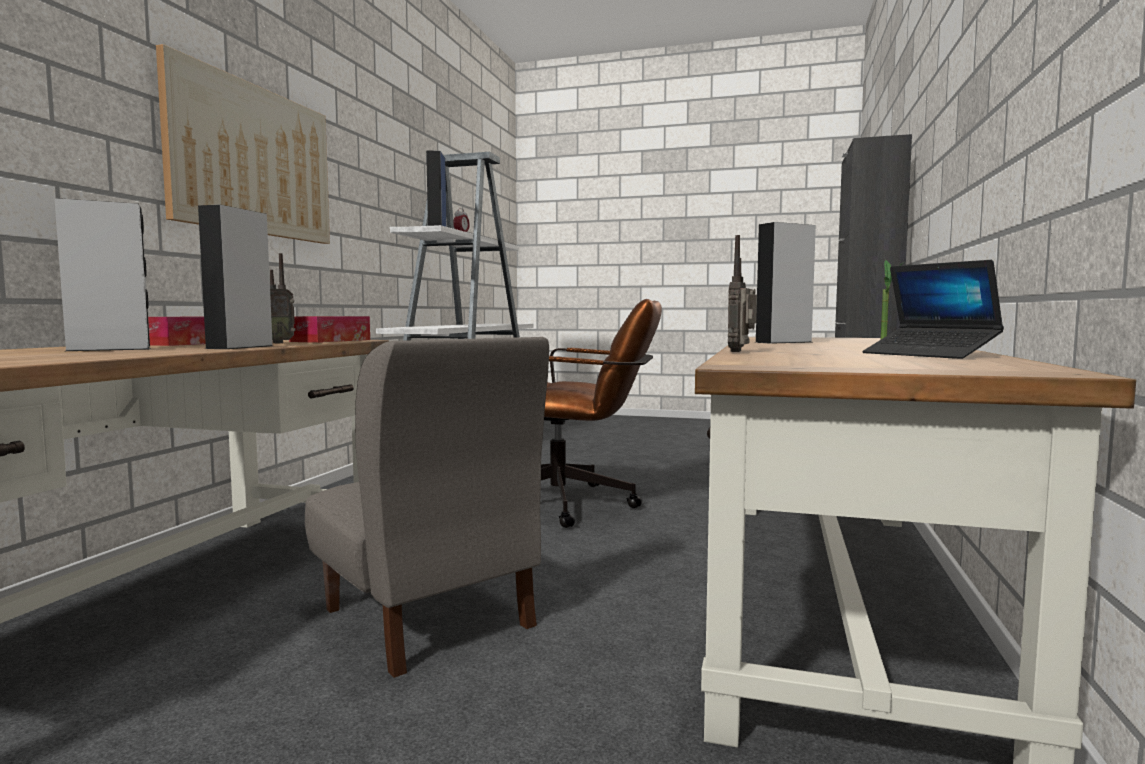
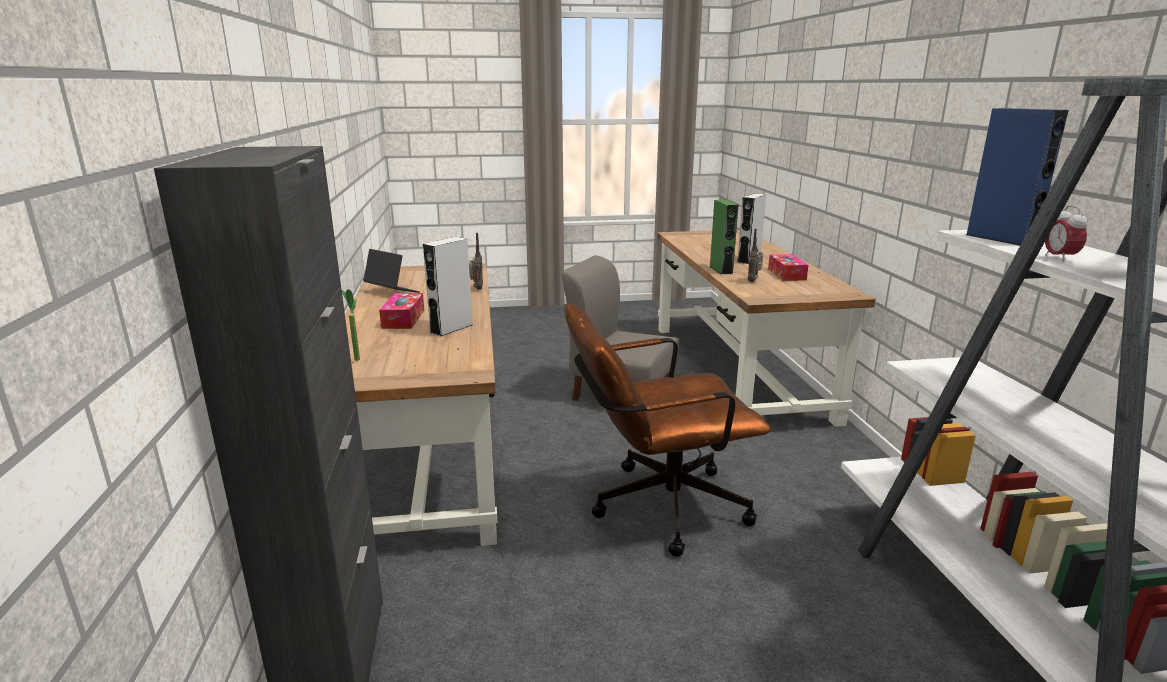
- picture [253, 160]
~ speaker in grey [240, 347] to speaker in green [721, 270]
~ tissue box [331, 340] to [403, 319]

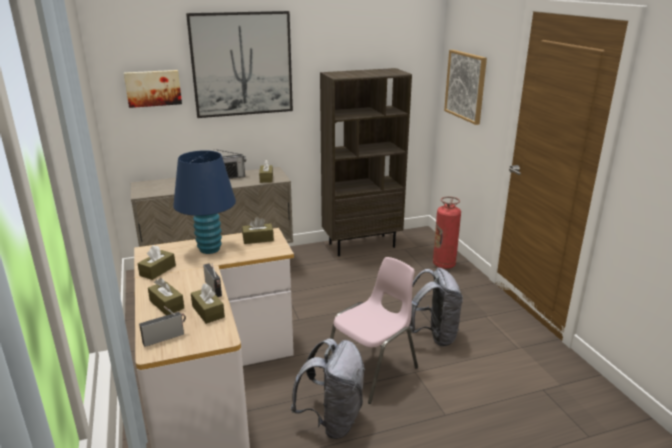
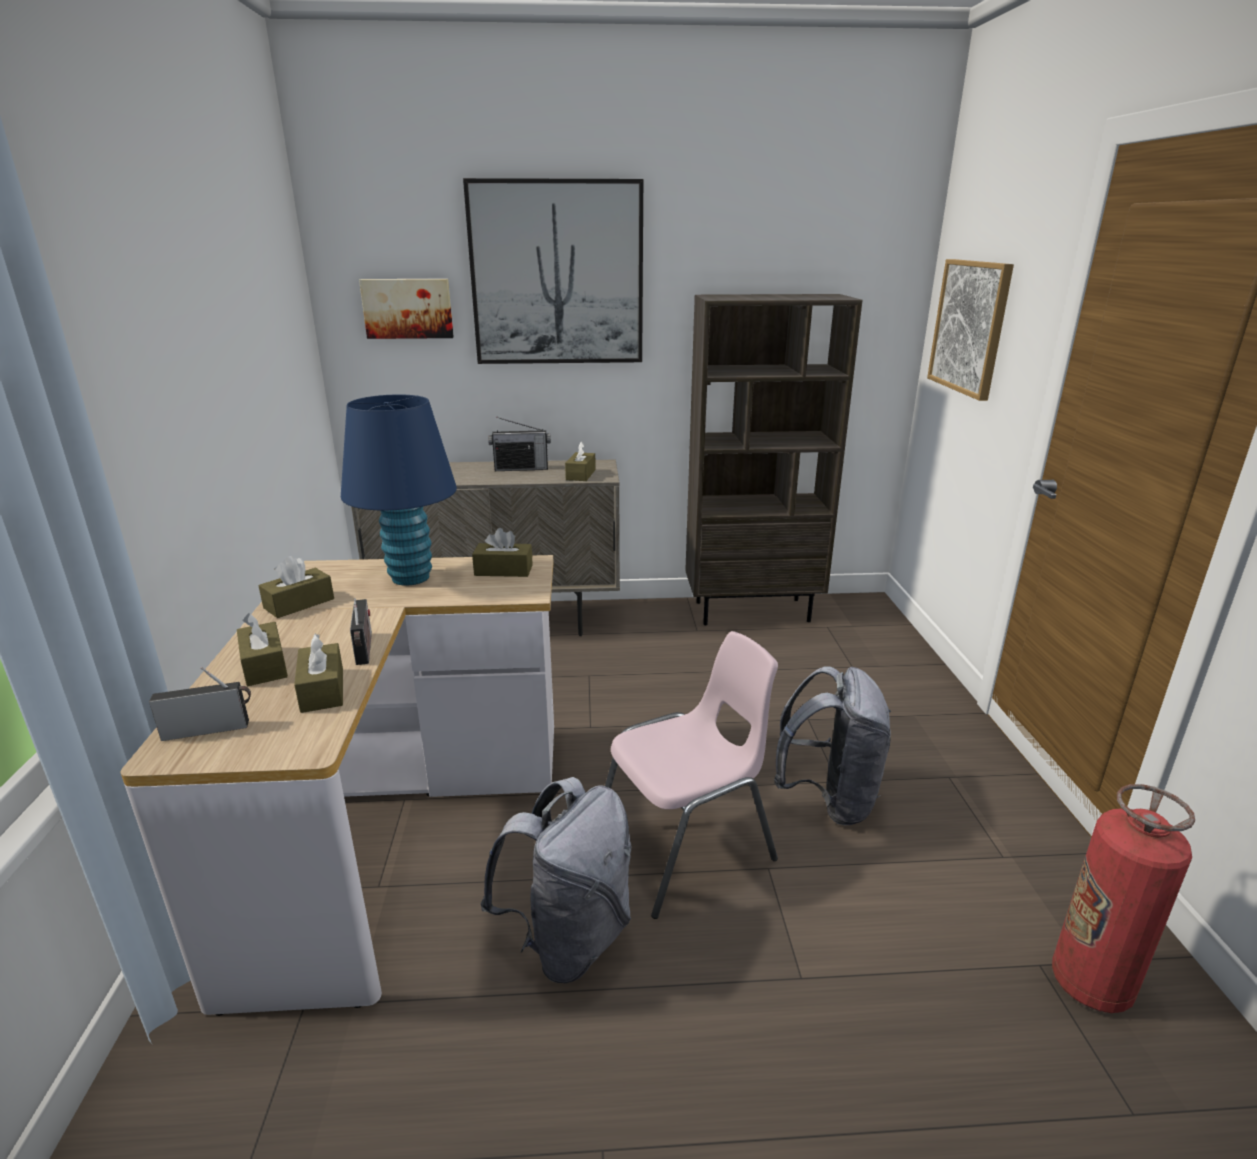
~ fire extinguisher [444, 264] to [1091, 984]

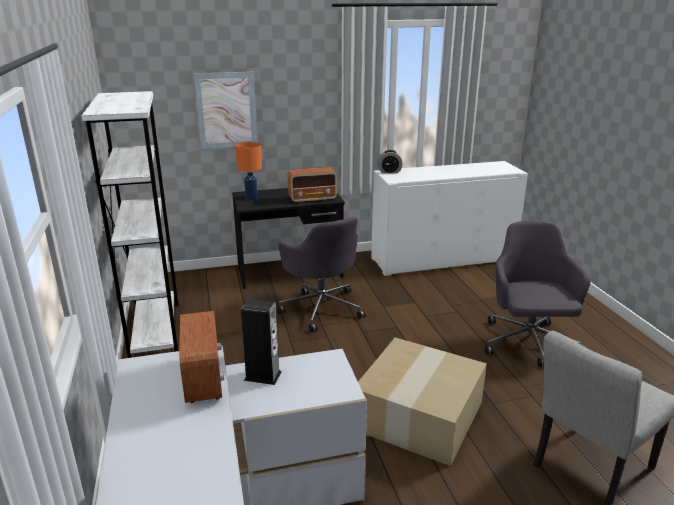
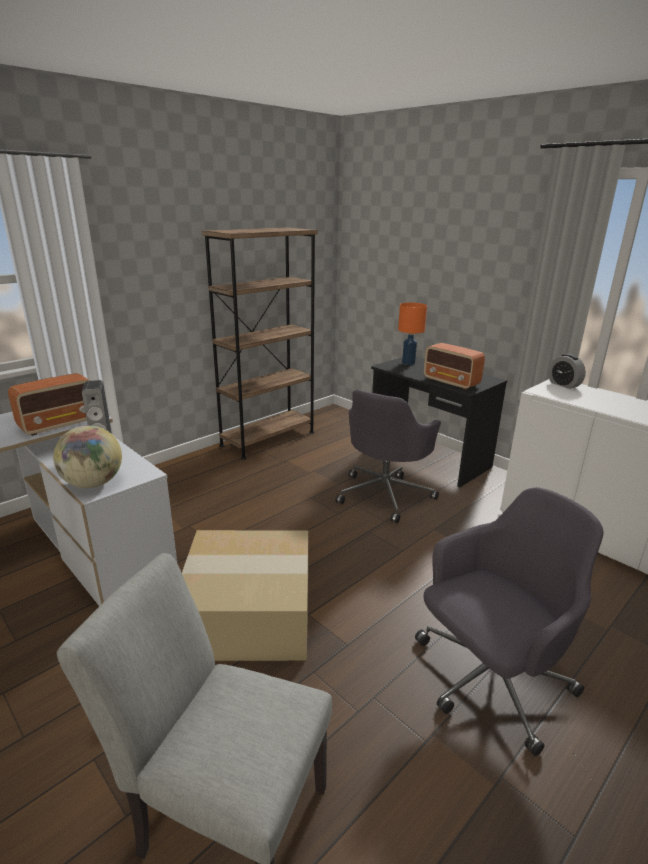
- picture [226, 110]
~ bookcase in white [155, 331] to bookcase in brown [268, 439]
+ globe [93, 484]

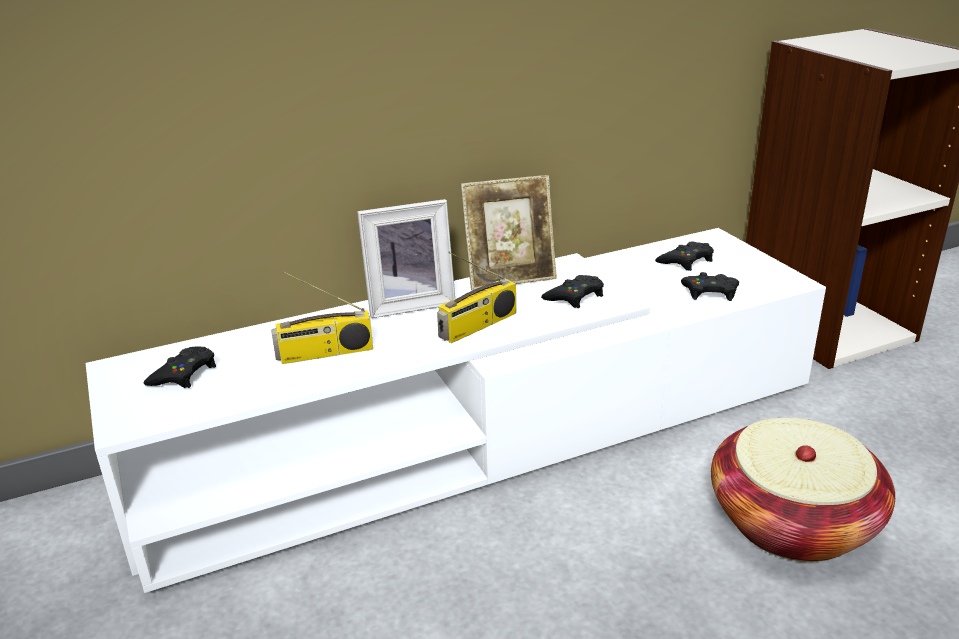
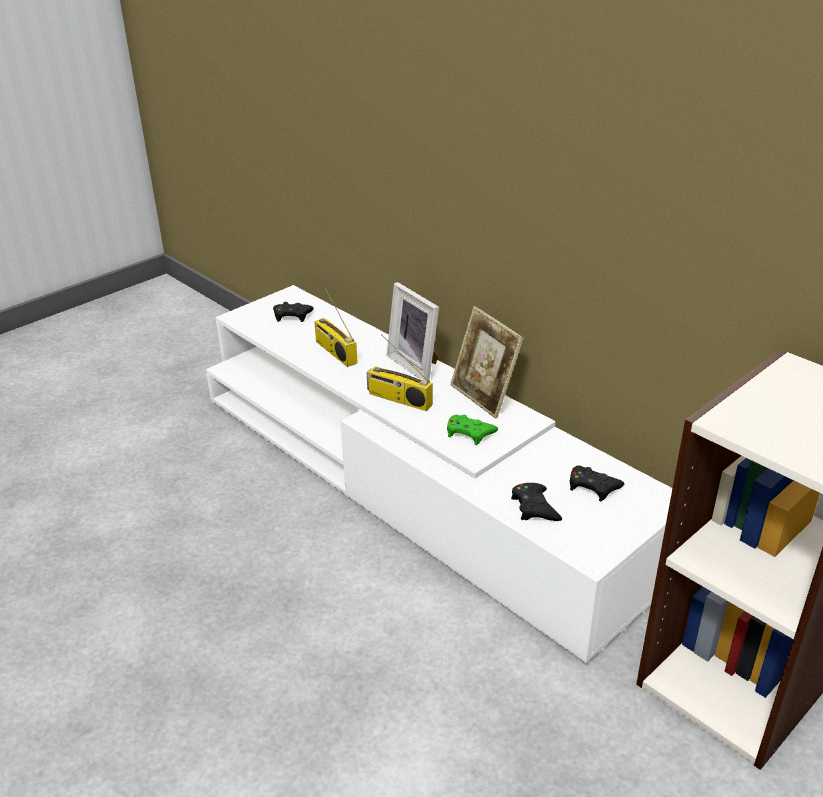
~ game controller in black [575, 297] to game controller in green [469, 433]
- basket [792, 522]

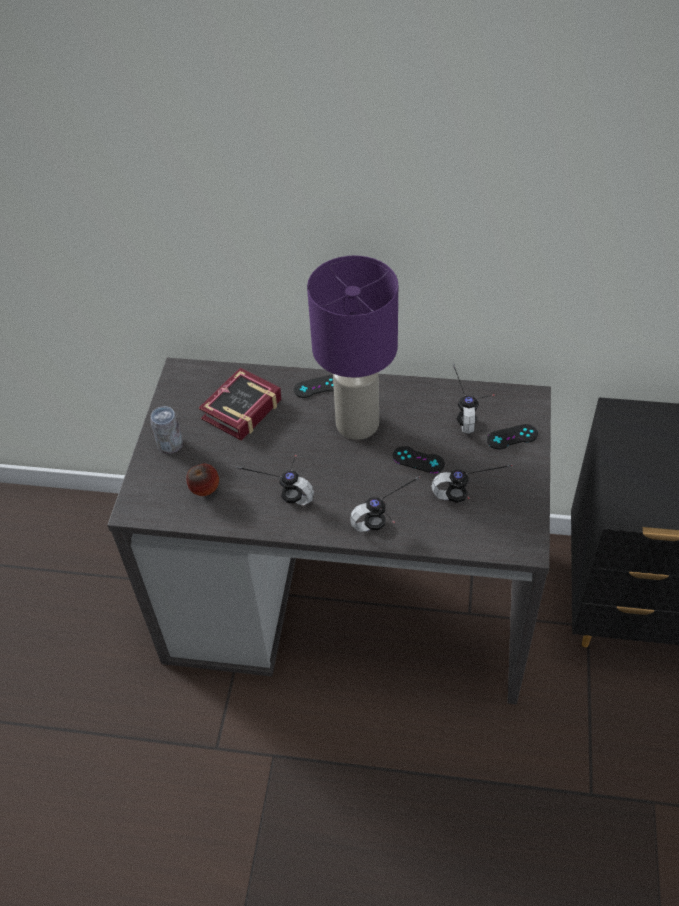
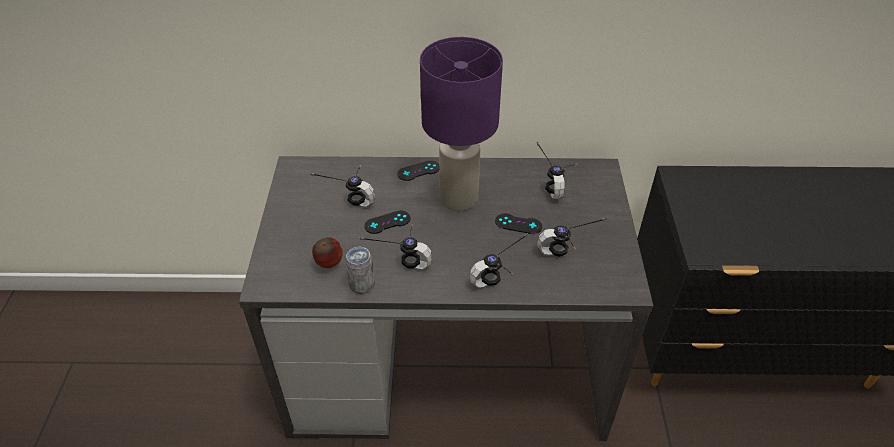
~ book [238, 410] to headphones [350, 195]
~ can [170, 444] to [362, 285]
~ game controller in black [512, 437] to [387, 222]

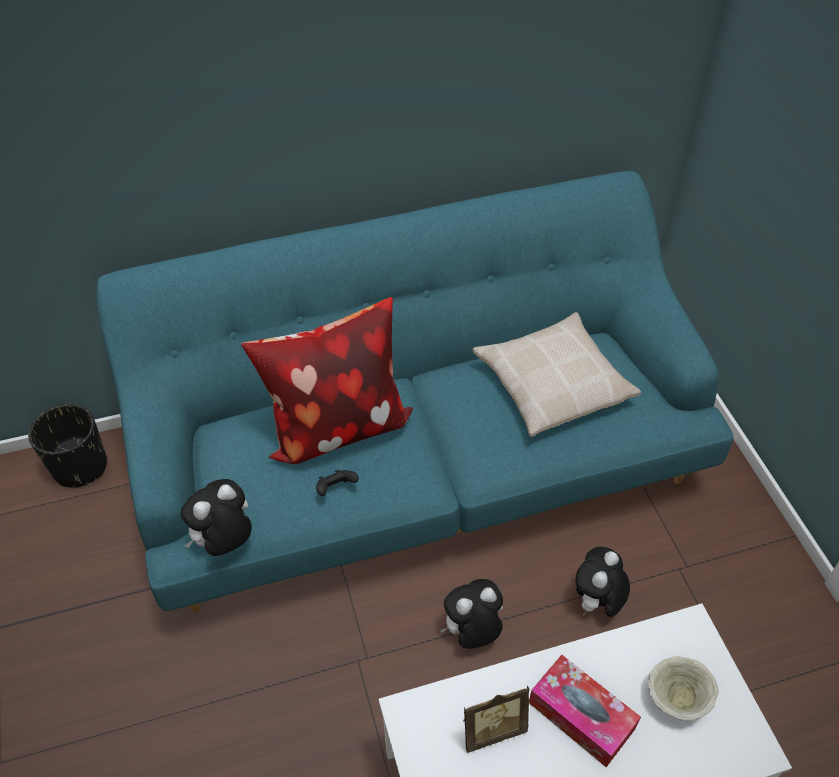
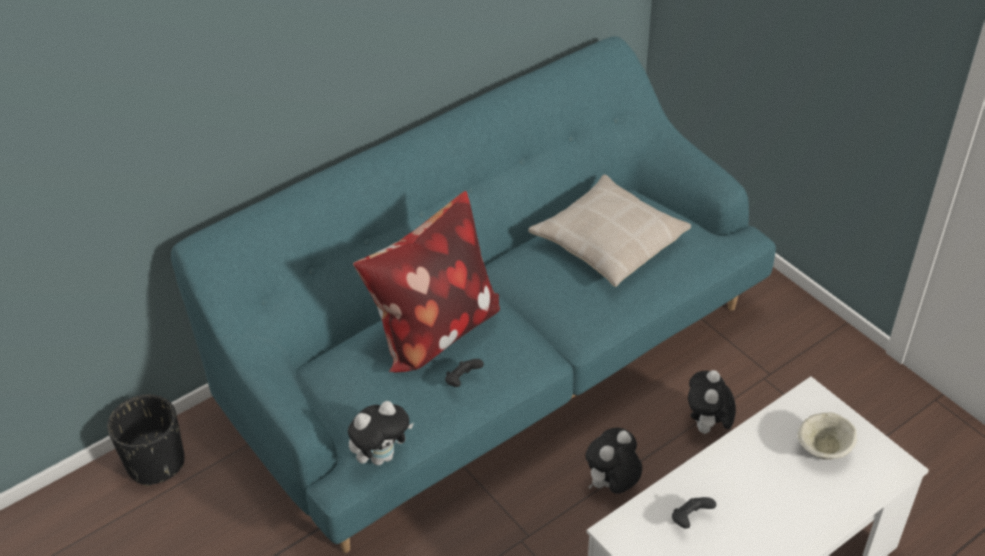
~ plush toy [225, 542] = [381, 456] 150 degrees counterclockwise
- tissue box [581, 715]
~ picture frame [491, 728] to game controller in black [690, 519]

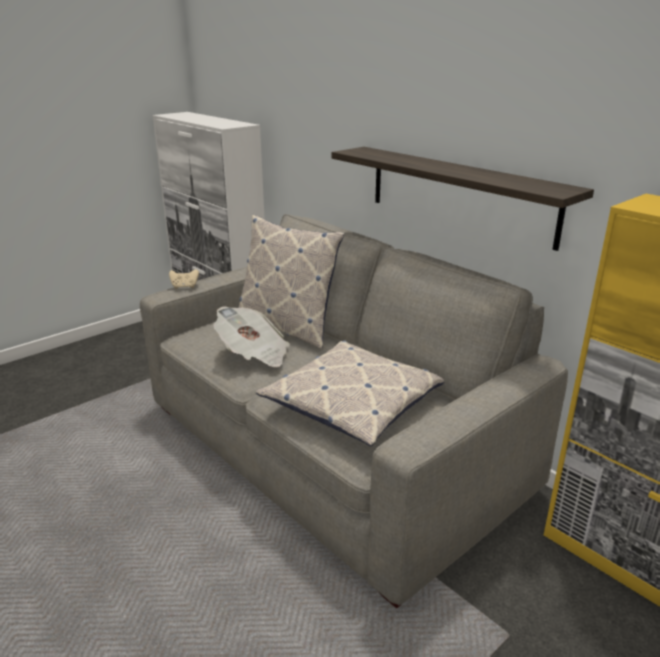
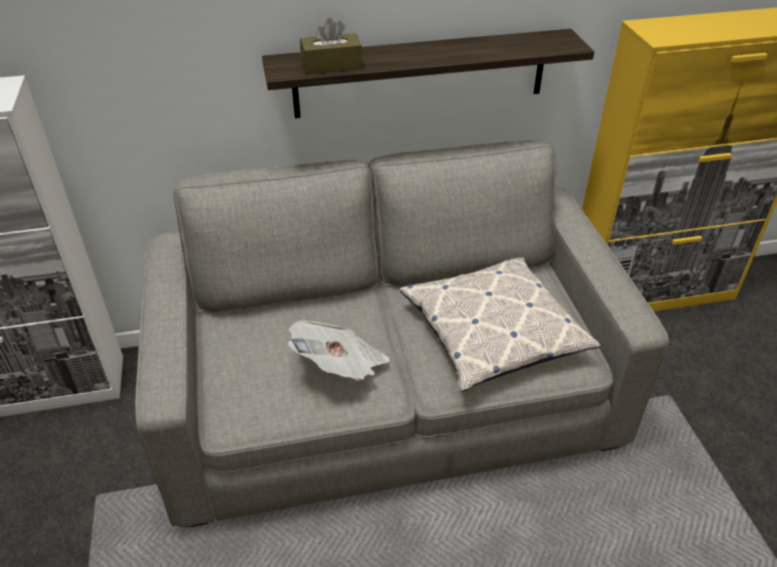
- pillow [287, 328]
- game controller in beige [184, 287]
+ tissue box in brown [331, 65]

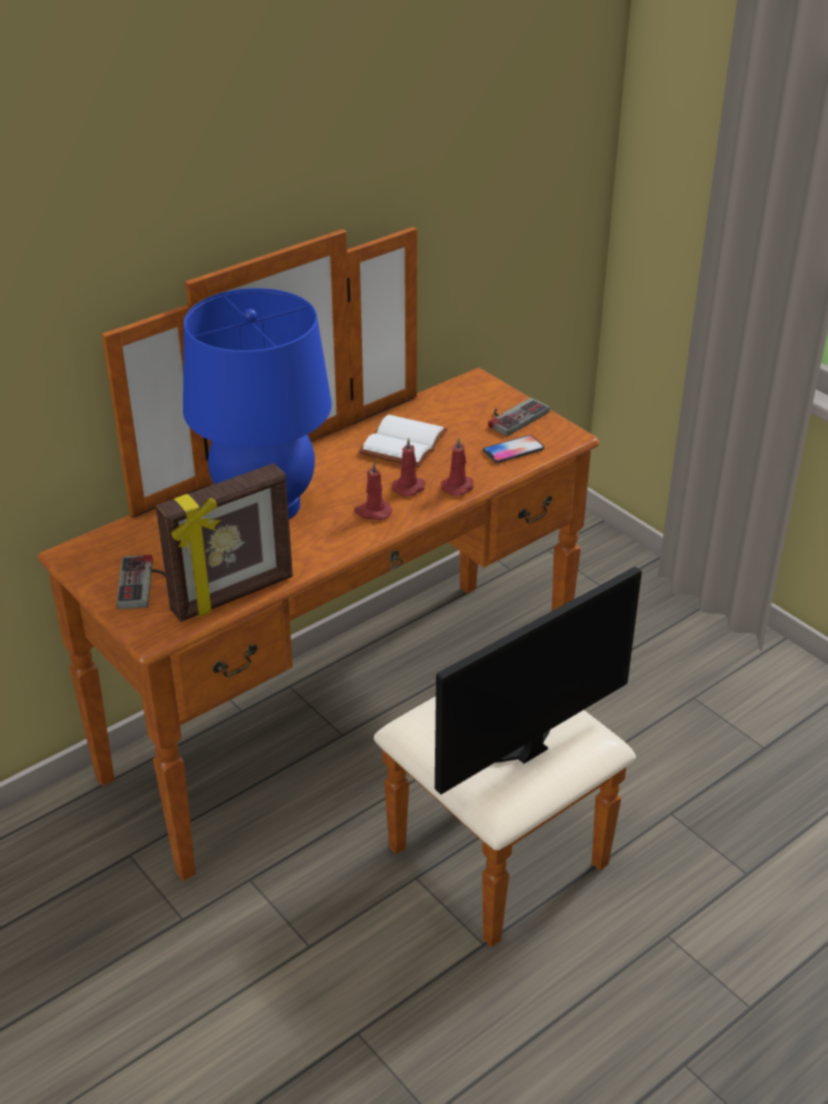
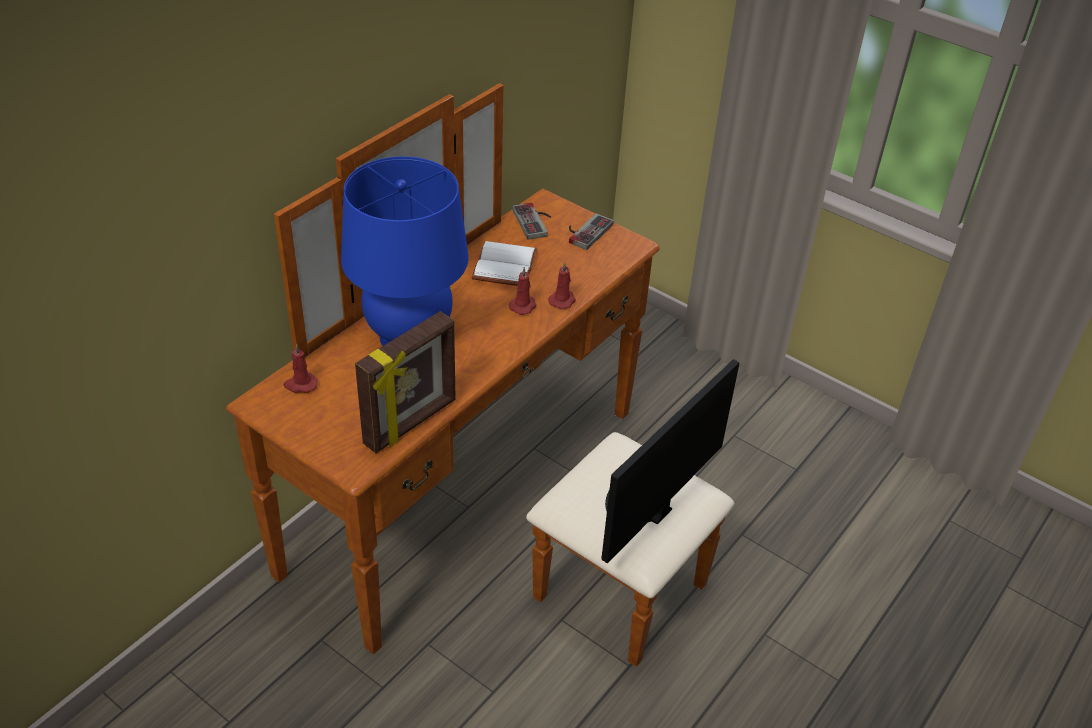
- phone [513, 450]
~ candle in red [373, 512] to [300, 385]
~ game controller [144, 583] to [535, 222]

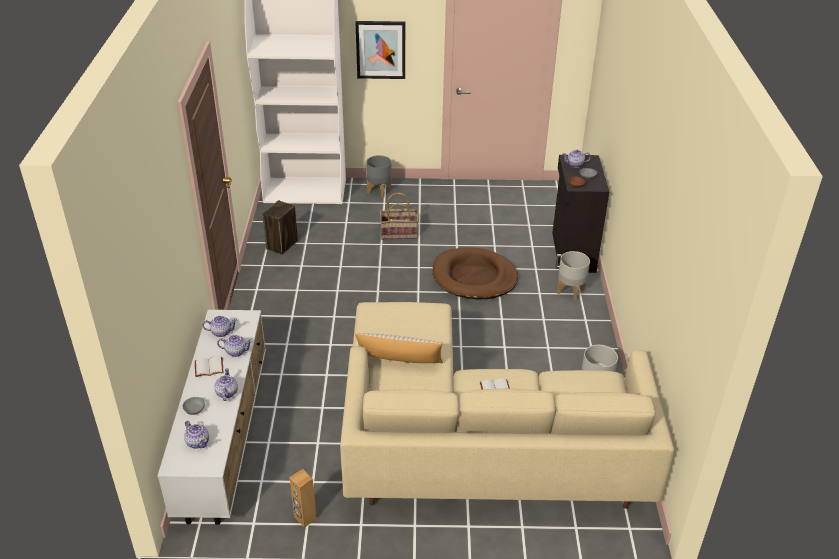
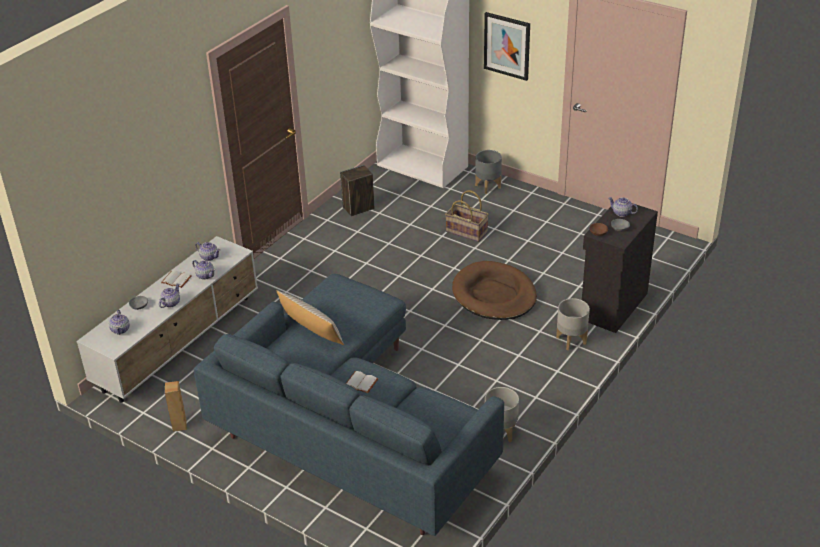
~ sofa in beige [473, 445] to sofa in blue [350, 431]

